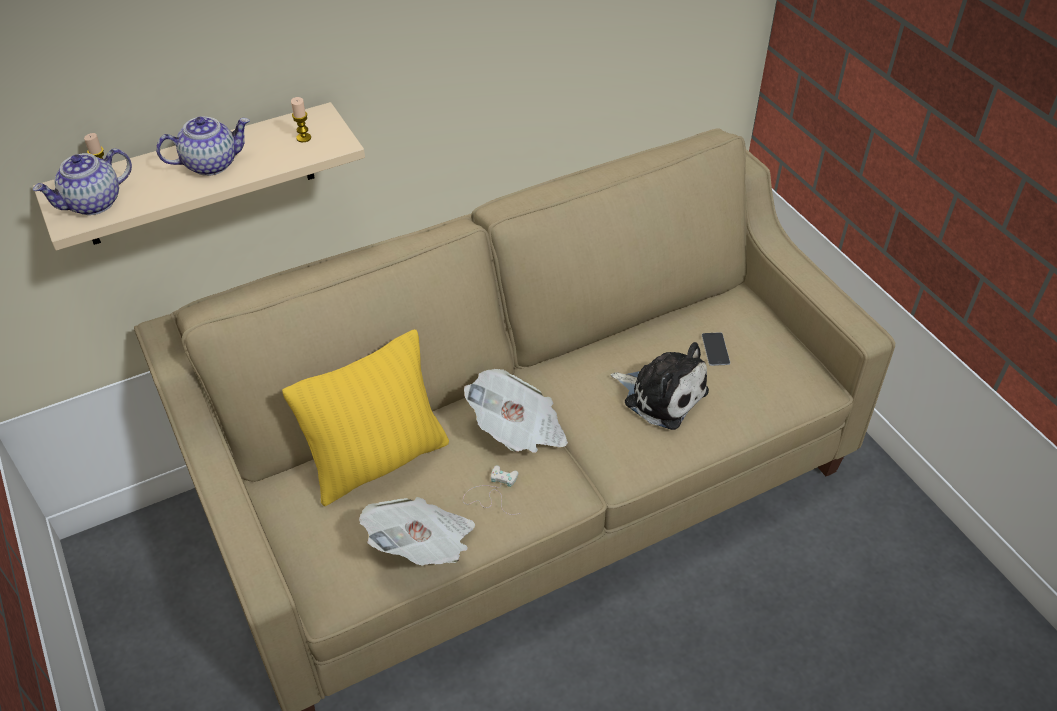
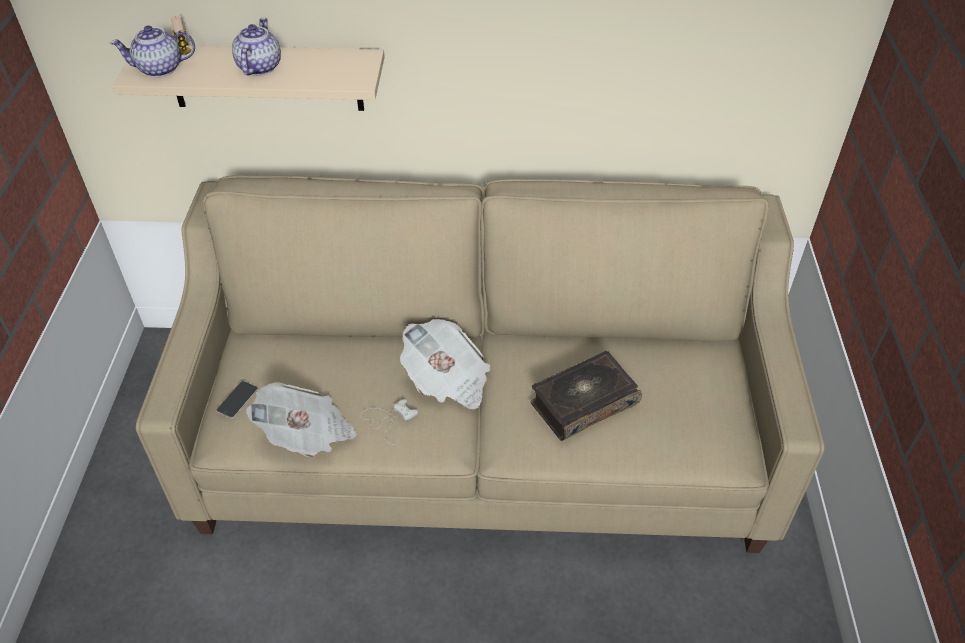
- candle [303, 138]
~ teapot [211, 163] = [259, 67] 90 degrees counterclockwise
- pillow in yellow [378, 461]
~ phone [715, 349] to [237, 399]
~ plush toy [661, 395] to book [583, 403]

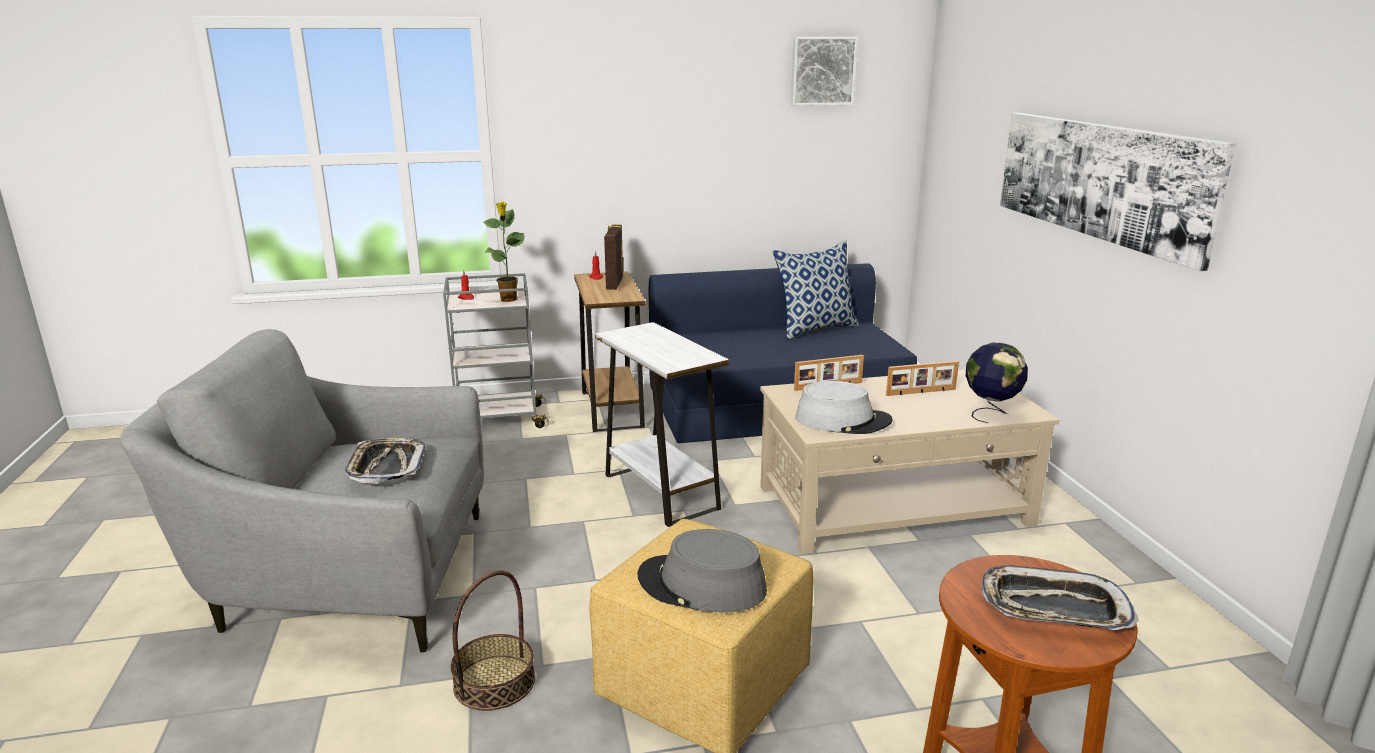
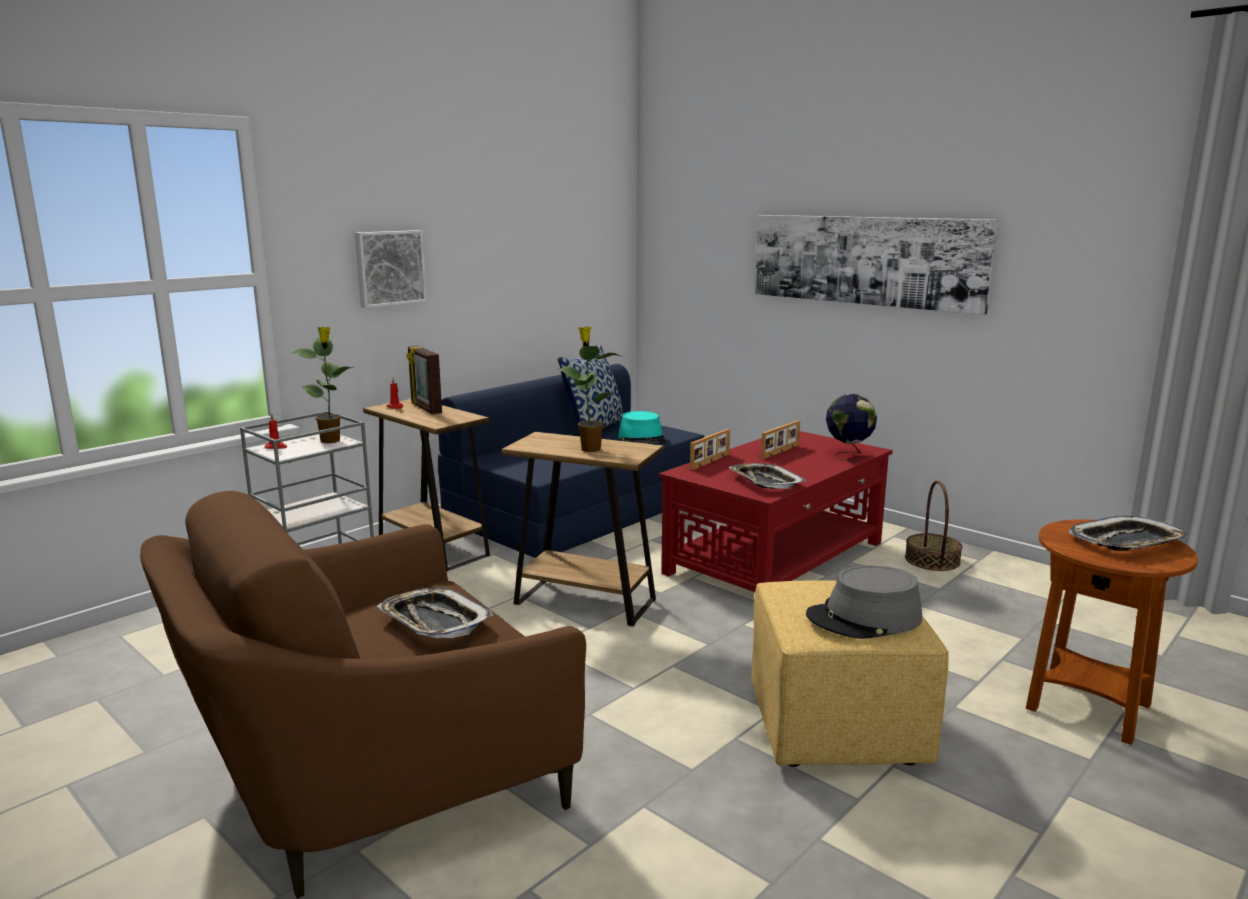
~ picture [822, 71] to [389, 268]
~ side table in white [661, 492] to side table in brown [585, 602]
~ armchair in grey [347, 577] to armchair in brown [376, 782]
~ coffee table in beige [894, 505] to coffee table in red [776, 557]
~ hat in grey [843, 420] to tray [765, 482]
~ basket [494, 682] to [932, 560]
+ potted plant [589, 449]
+ hat in turquoise [642, 439]

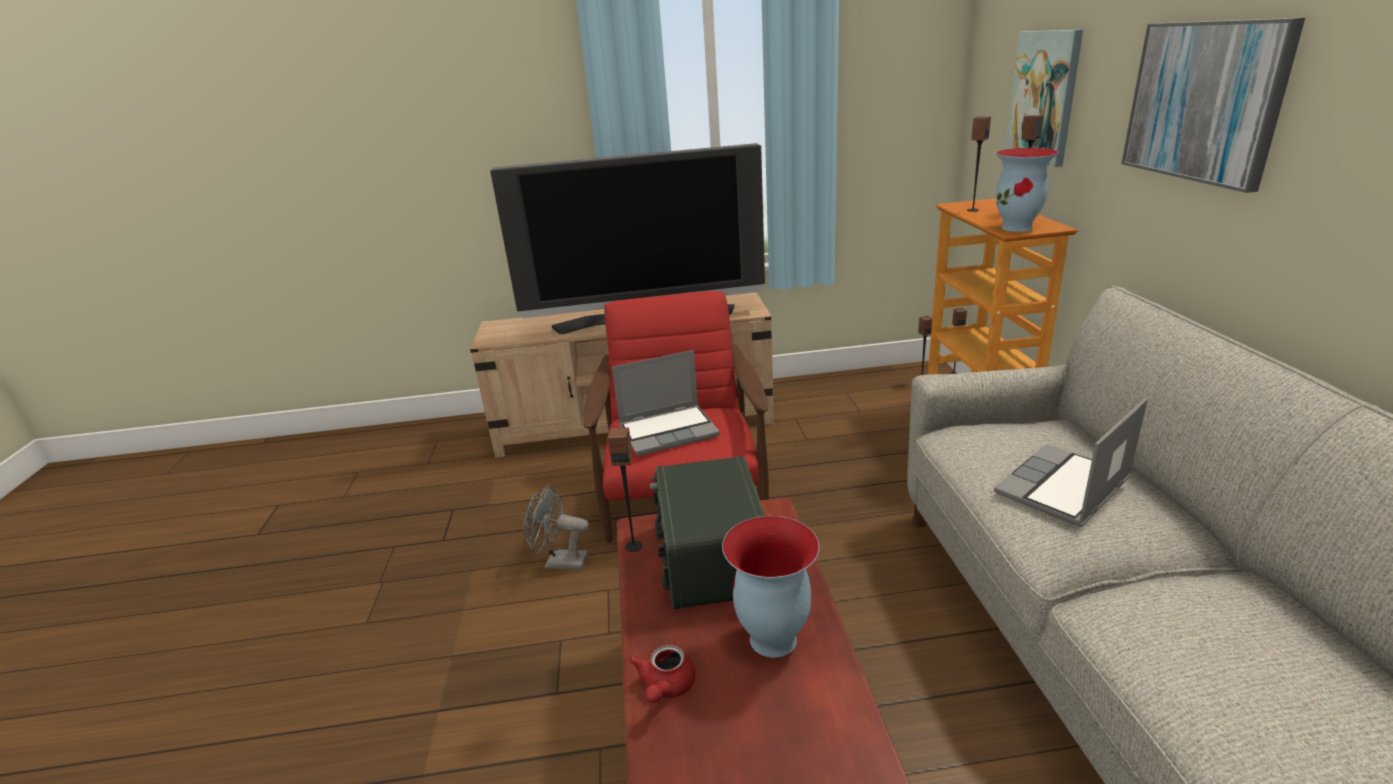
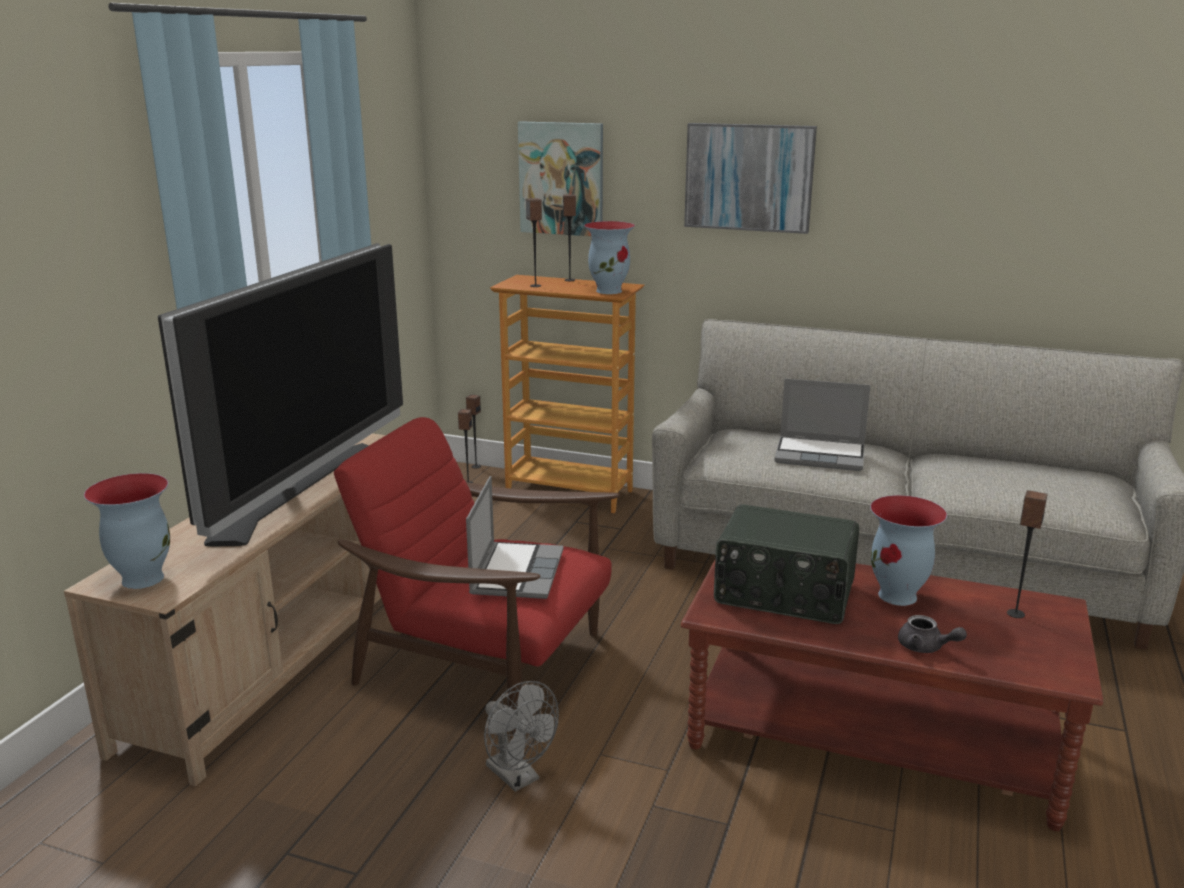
~ laptop [1063, 488] = [821, 455] 60 degrees counterclockwise
~ speaker [633, 546] to [1015, 613]
~ fan in grey [559, 562] = [518, 777] 75 degrees counterclockwise
~ teapot in red [665, 687] to teapot in grey [925, 648]
+ vase [141, 578]

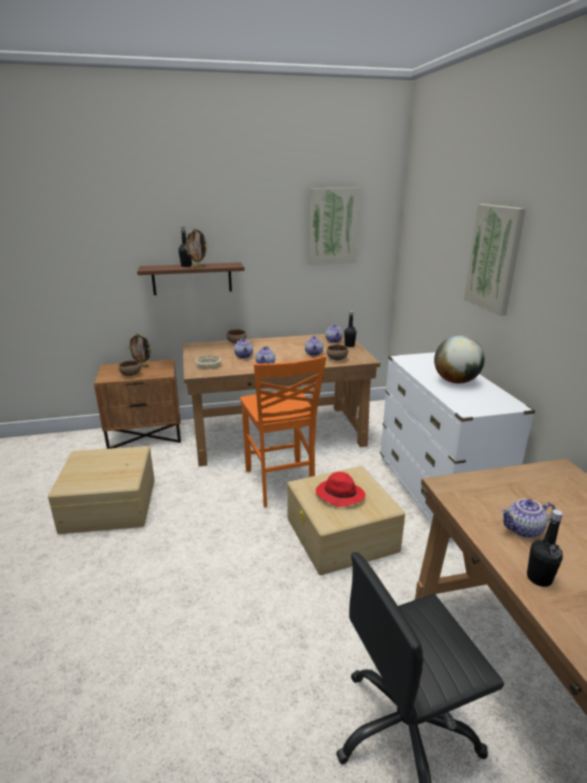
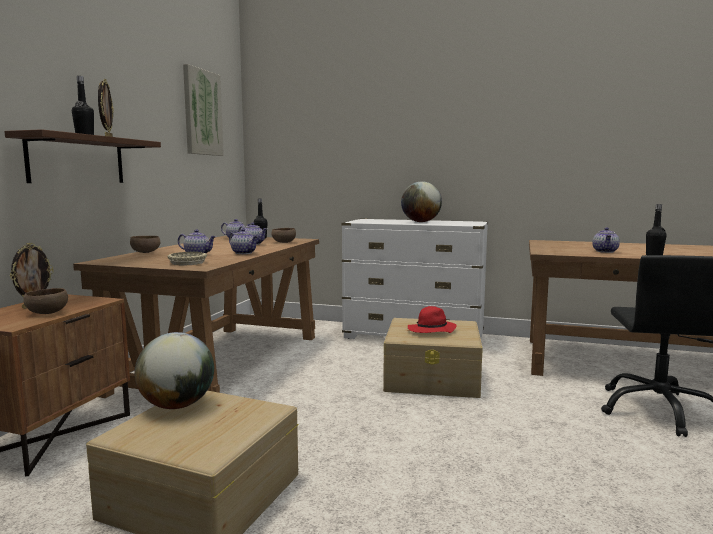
- picture [494, 258]
- chair in orange [280, 484]
+ globe [177, 405]

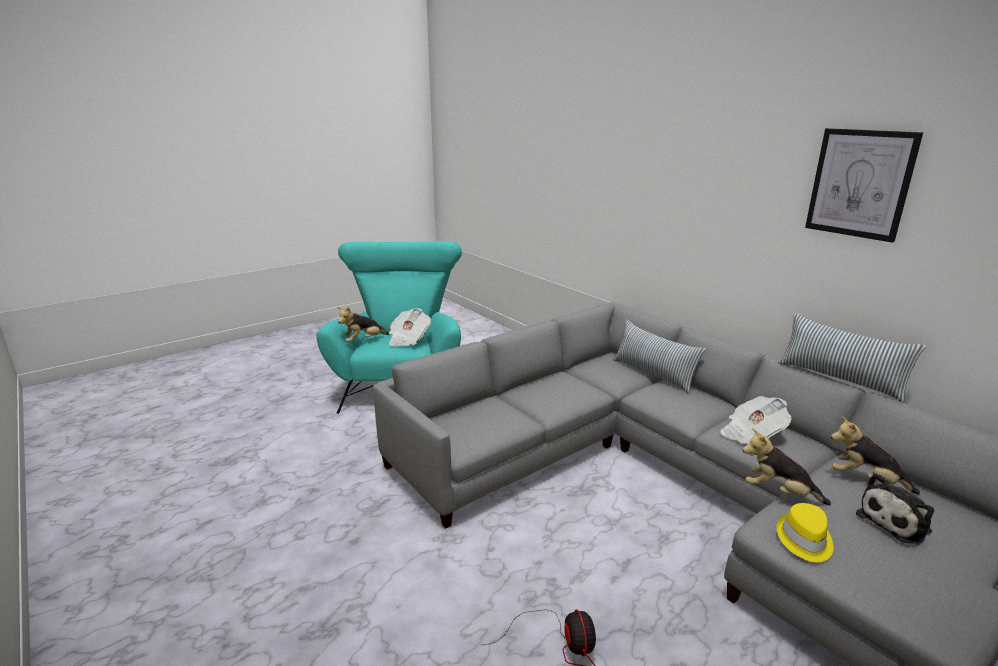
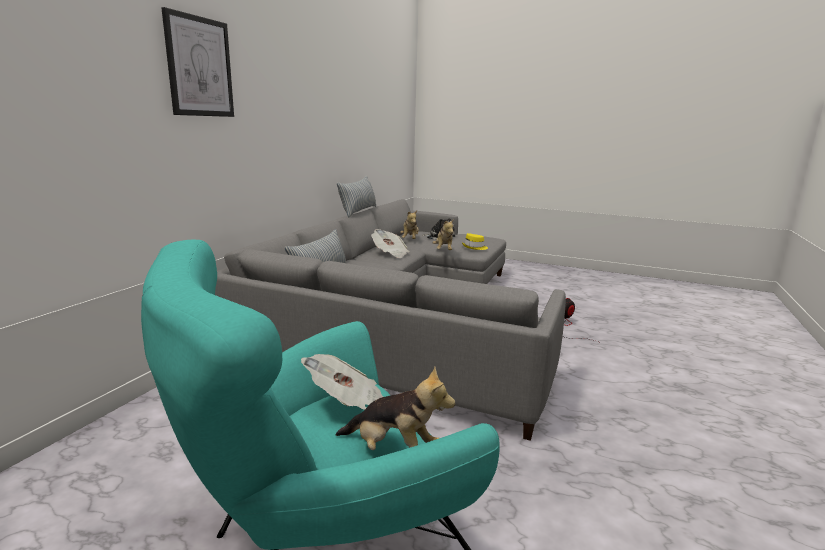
~ picture [860, 183] to [199, 67]

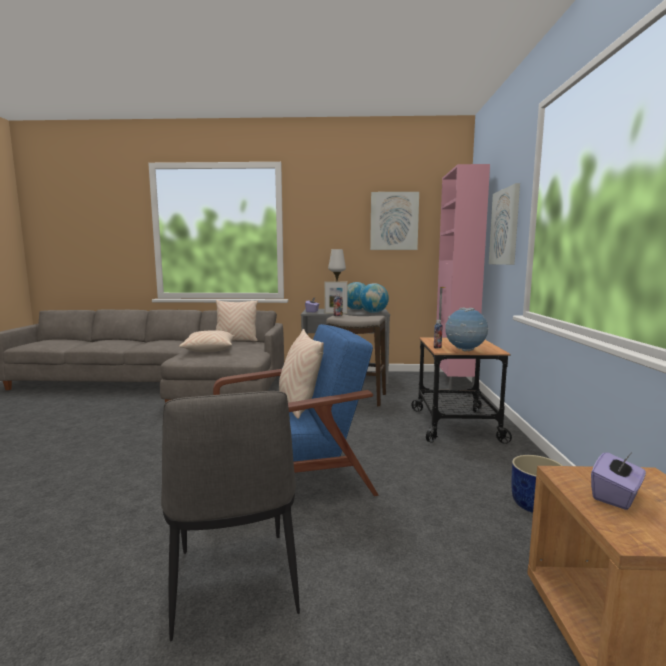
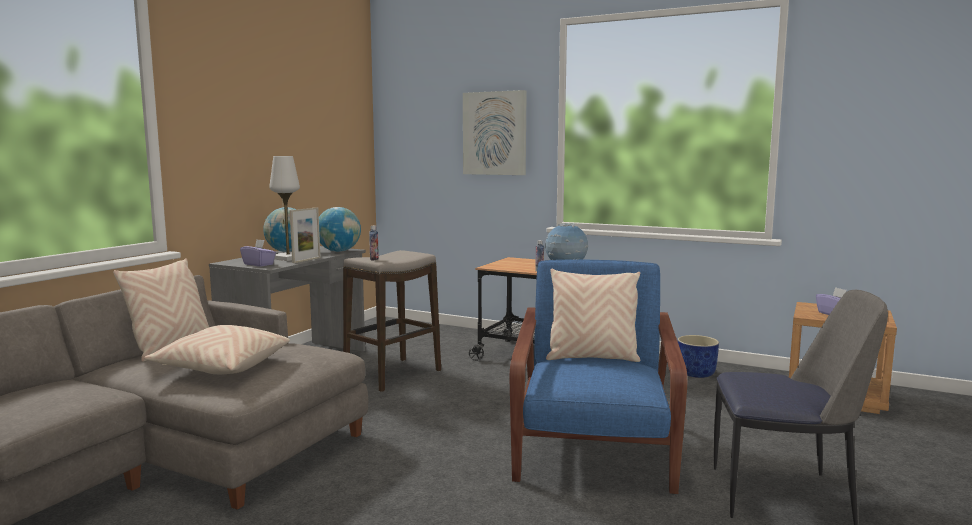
- cabinet in pink [453, 382]
- picture [394, 221]

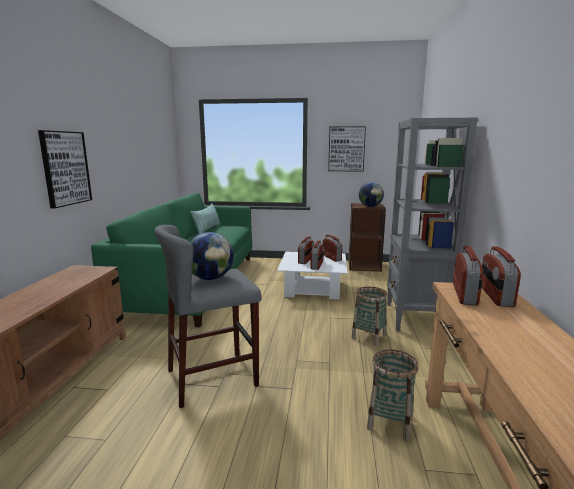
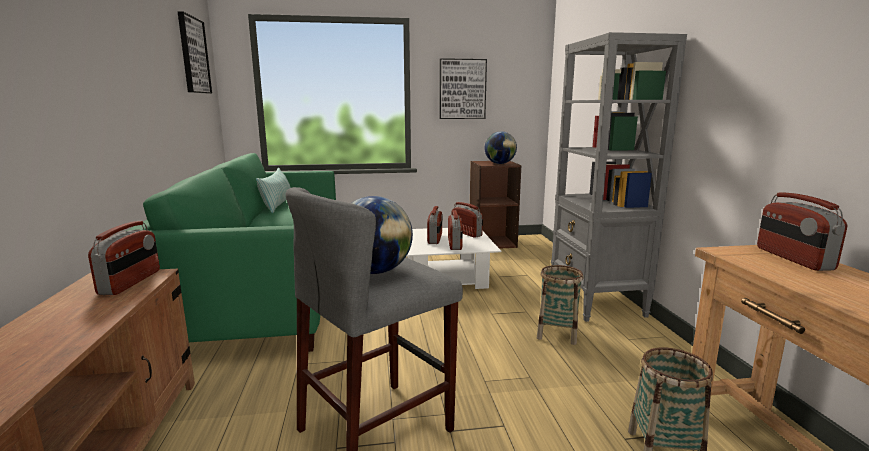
~ picture [65, 168] to [193, 55]
~ radio [465, 295] to [131, 282]

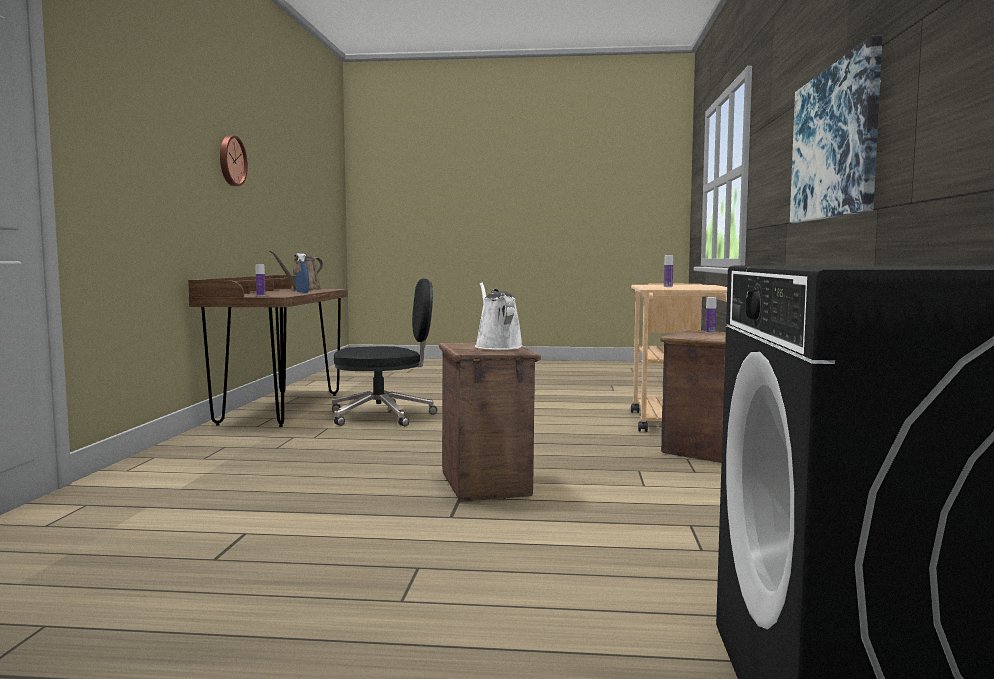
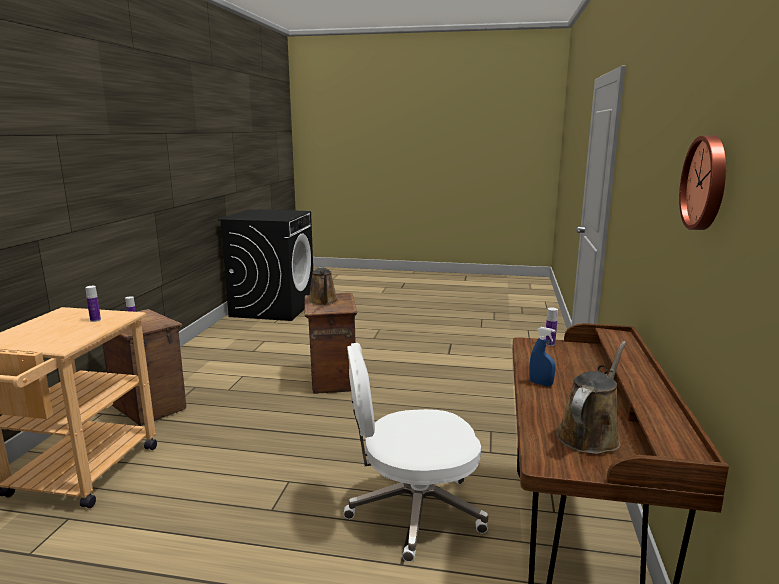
- picture [834, 143]
~ office chair in black [384, 416] to office chair in white [413, 511]
~ watering can in white [497, 346] to watering can in brown [323, 301]

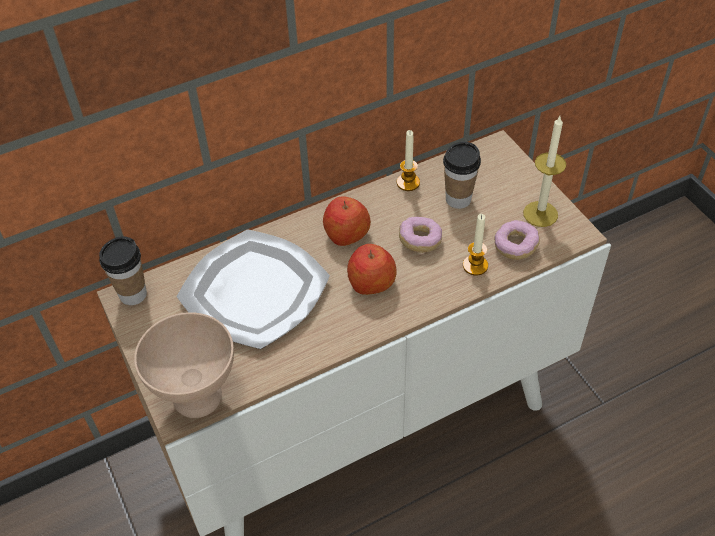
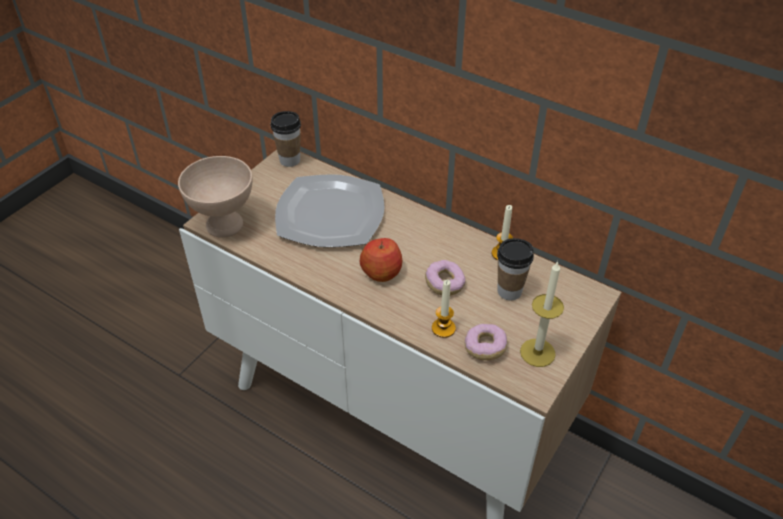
- apple [346, 234]

